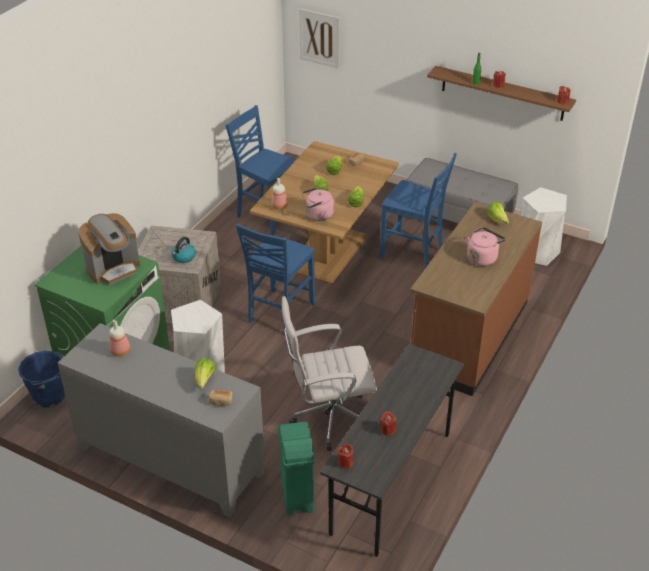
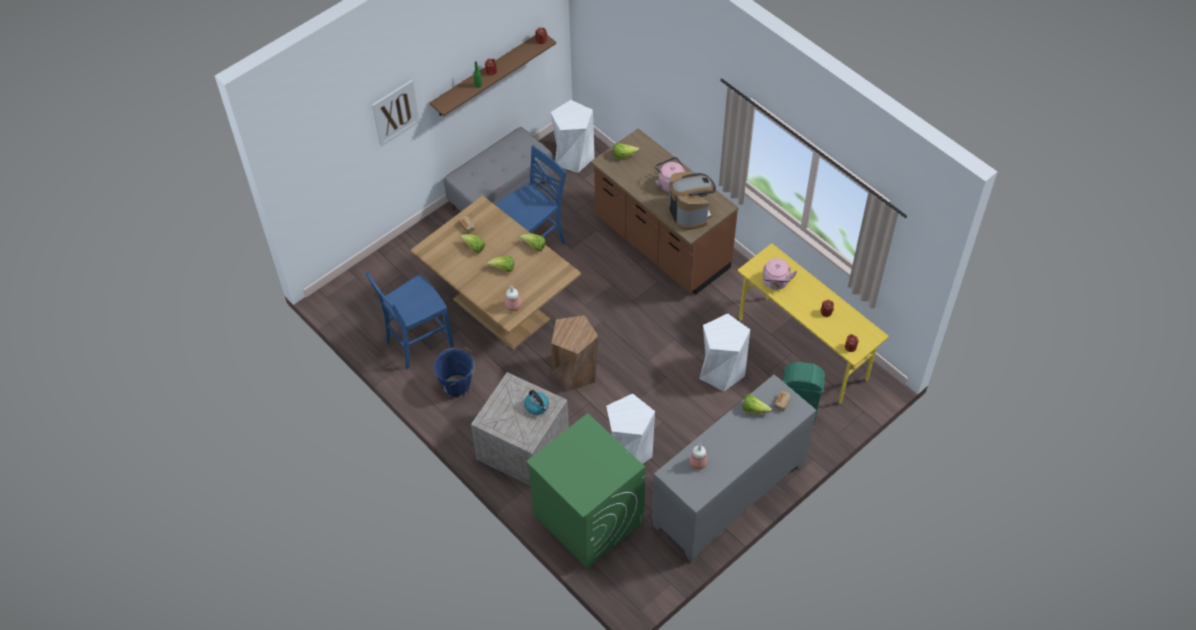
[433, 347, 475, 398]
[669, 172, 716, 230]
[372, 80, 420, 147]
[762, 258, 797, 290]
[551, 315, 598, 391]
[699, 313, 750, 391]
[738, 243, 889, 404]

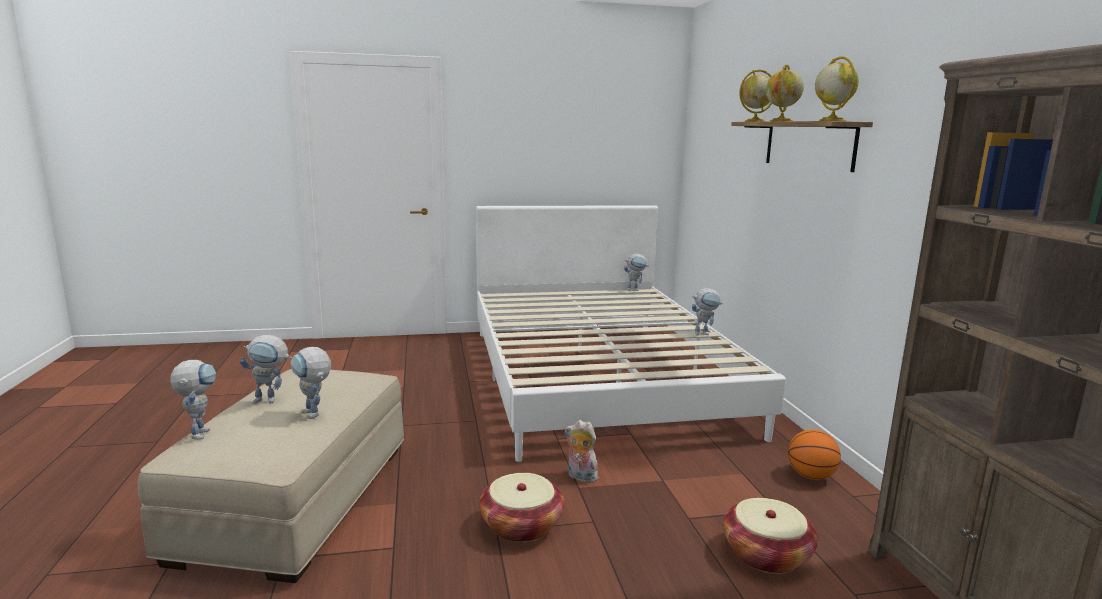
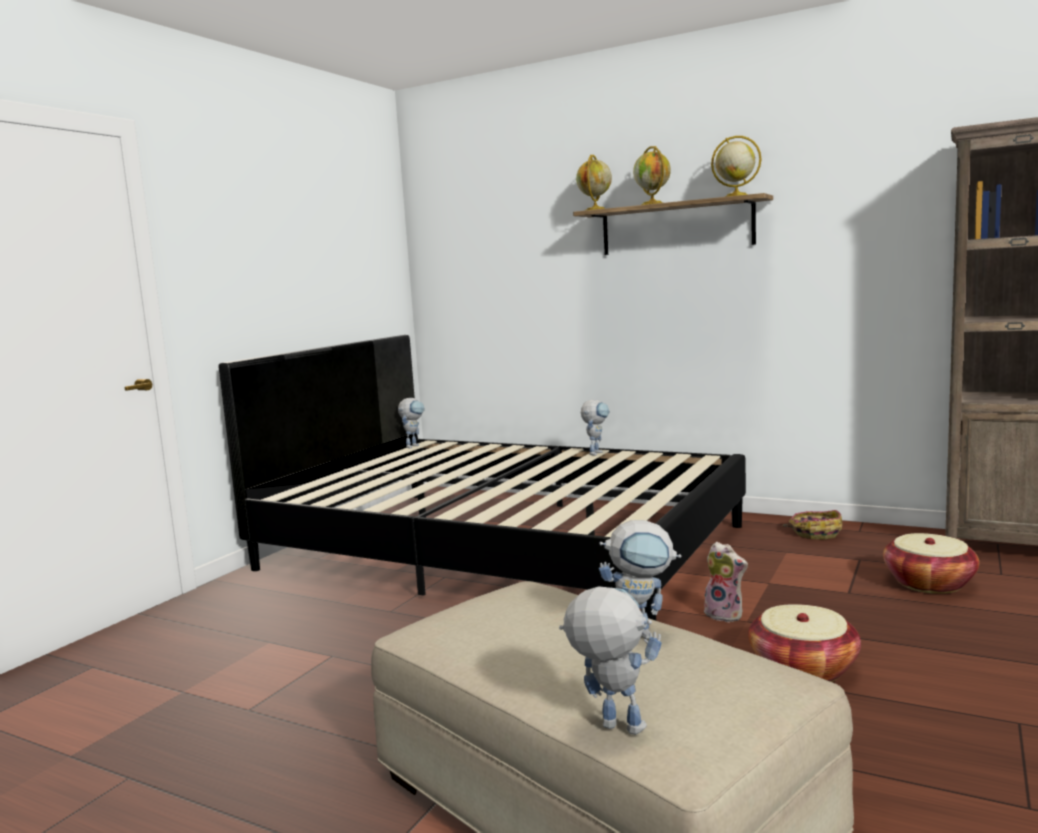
[240, 335, 292, 403] (first image)
[783, 510, 842, 540]
[219, 335, 746, 621]
[704, 542, 748, 622]

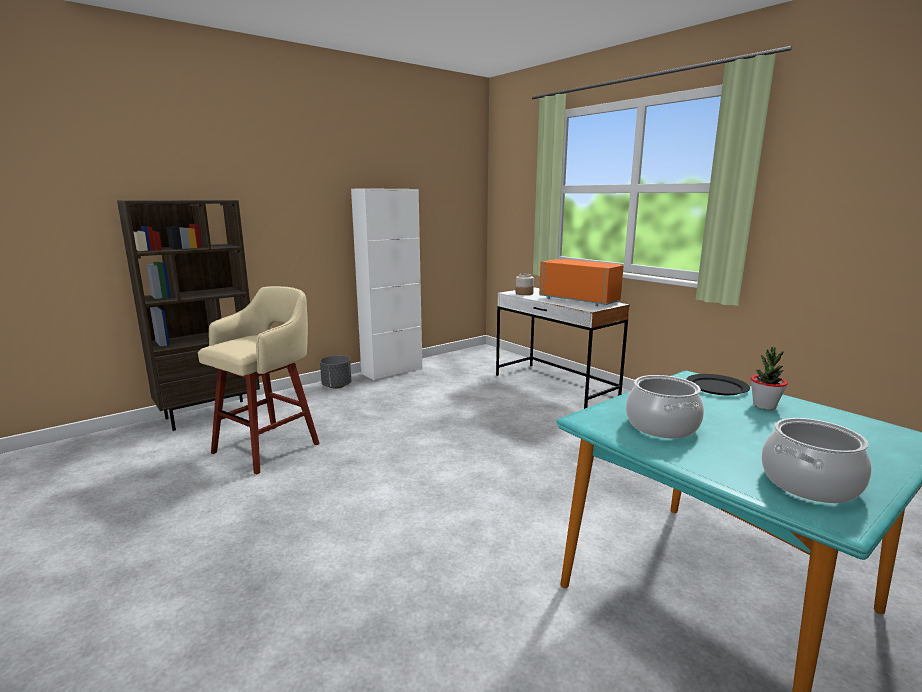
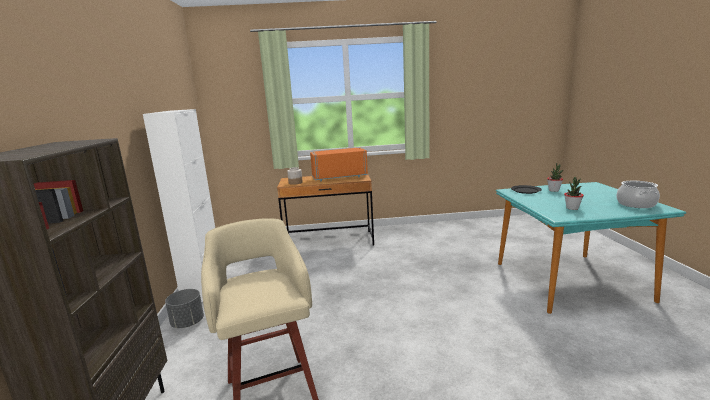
[564, 177, 584, 210]
[277, 175, 374, 246]

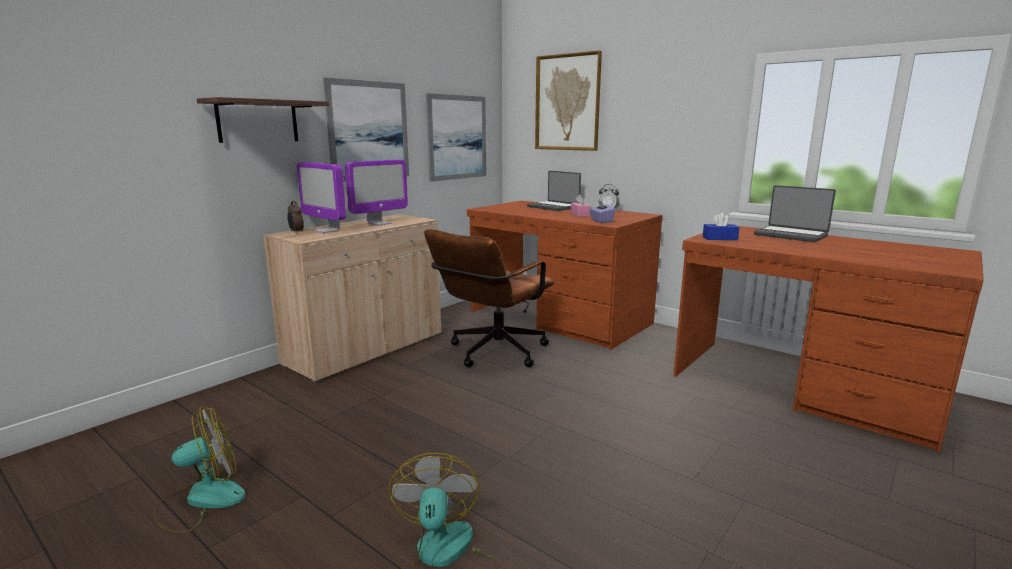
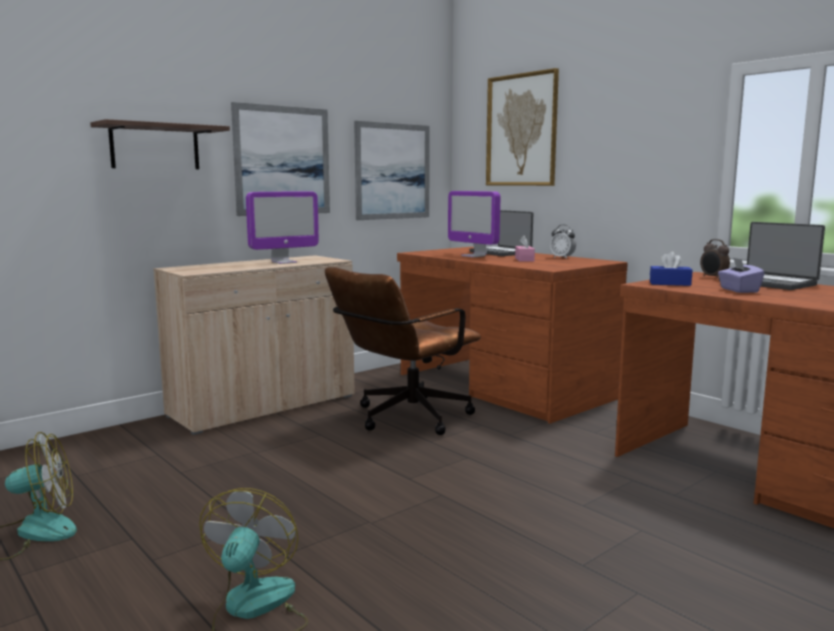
[700, 239, 730, 279]
[448, 191, 500, 257]
[718, 257, 765, 293]

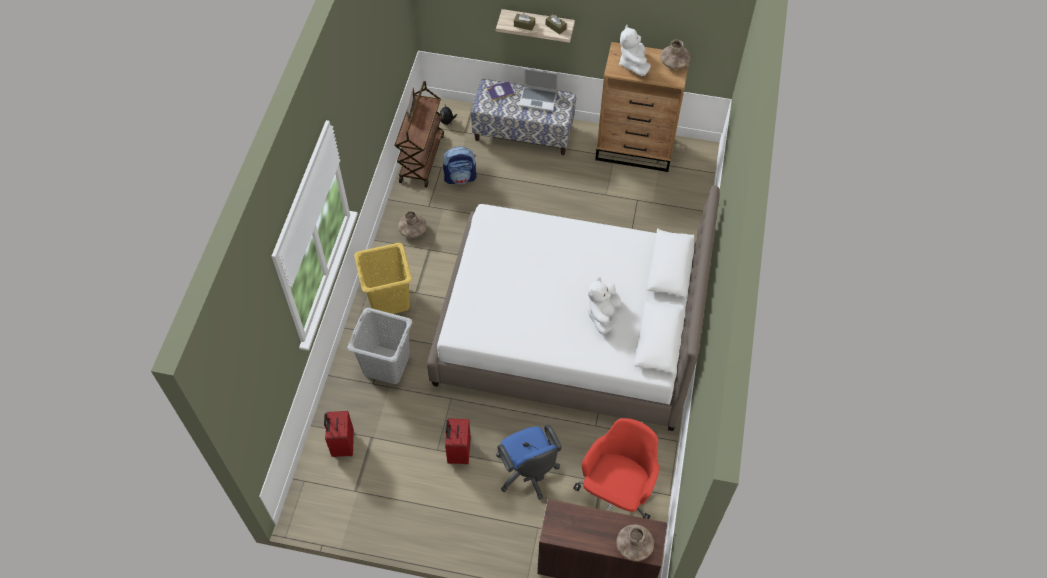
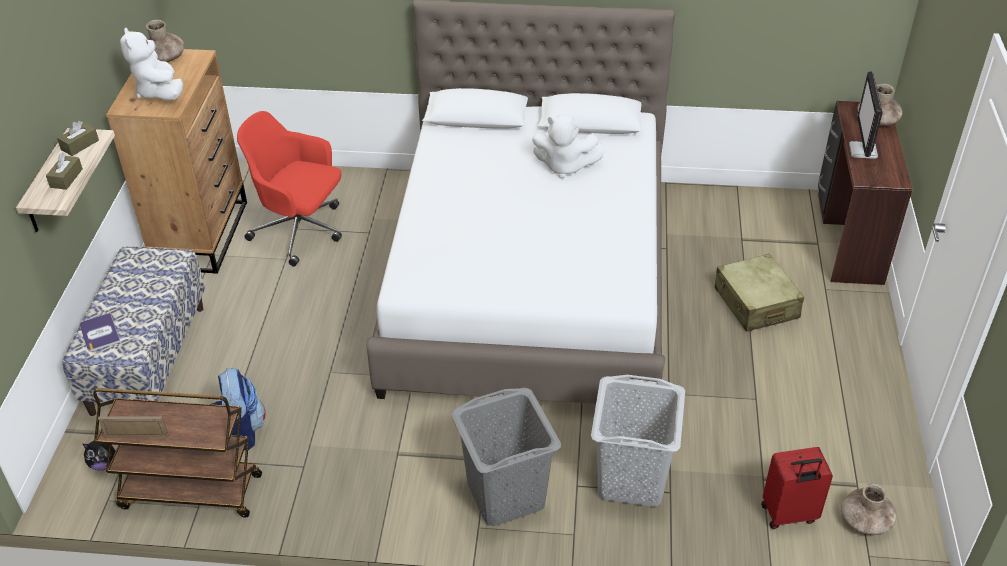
[445, 418, 471, 464] (first image)
[519, 68, 558, 111] (first image)
[849, 72, 882, 159]
[841, 484, 896, 535]
[237, 111, 342, 267]
[715, 254, 804, 332]
[451, 388, 561, 526]
[120, 28, 183, 101]

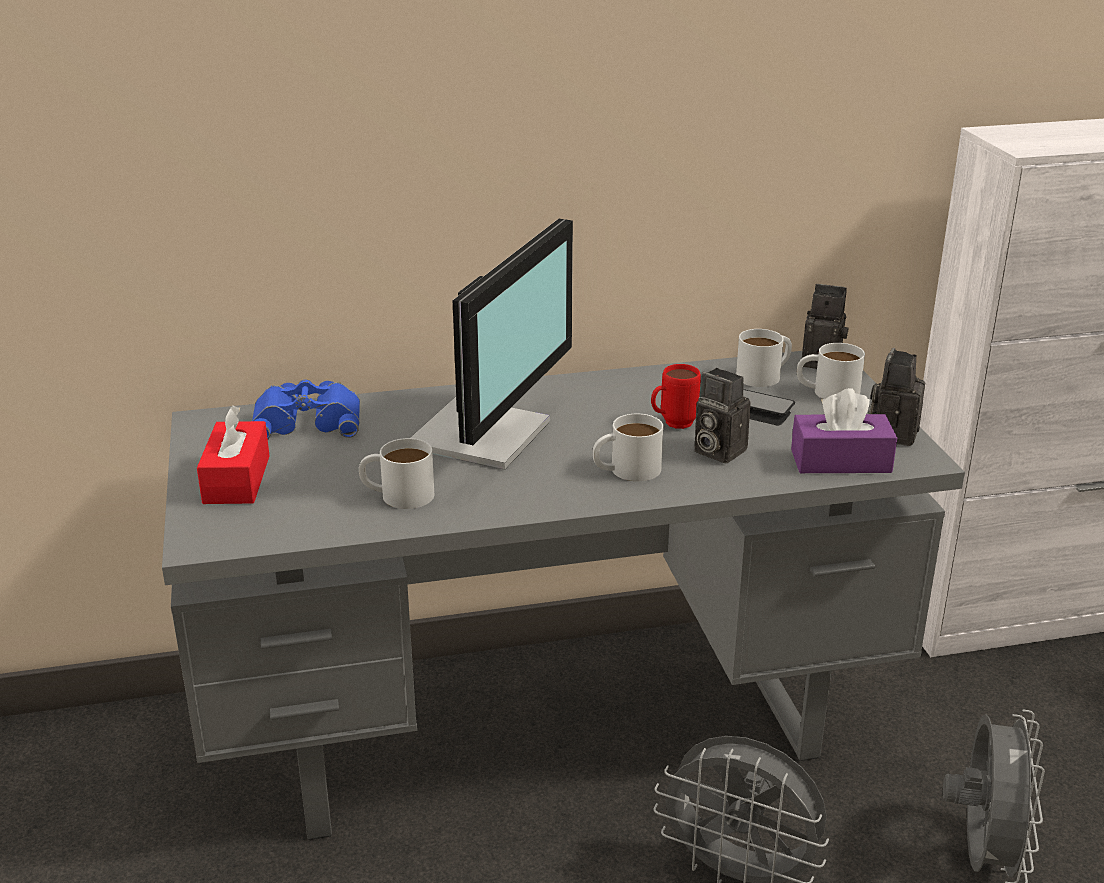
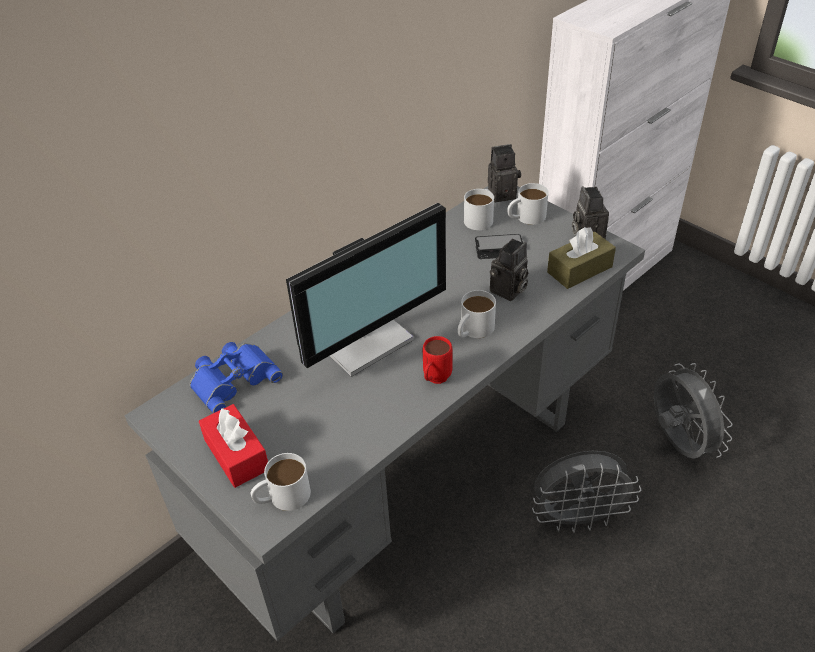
[251, 453, 311, 511]
[423, 336, 453, 384]
[547, 227, 616, 289]
[286, 203, 446, 377]
[490, 239, 528, 301]

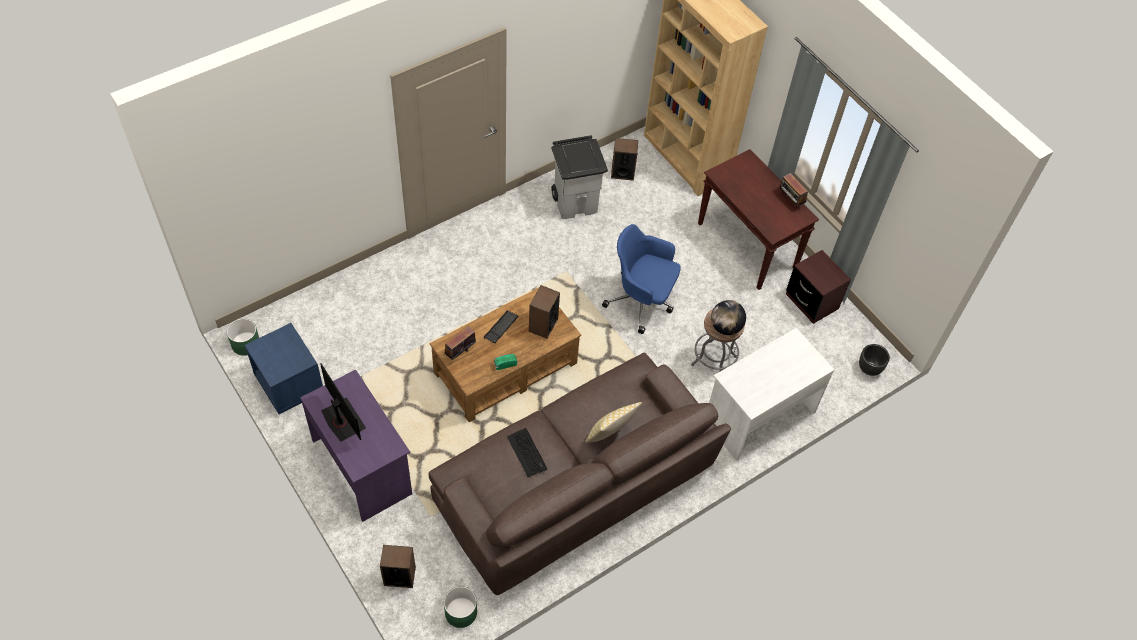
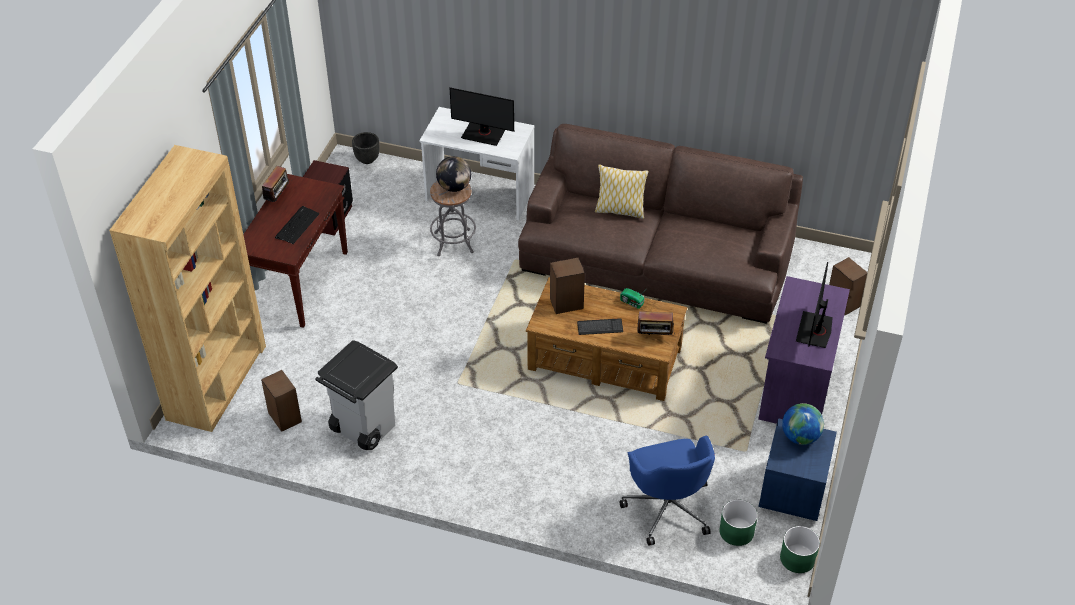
[450, 87, 514, 146]
[782, 403, 824, 445]
[719, 500, 758, 546]
[275, 206, 320, 244]
[620, 436, 715, 546]

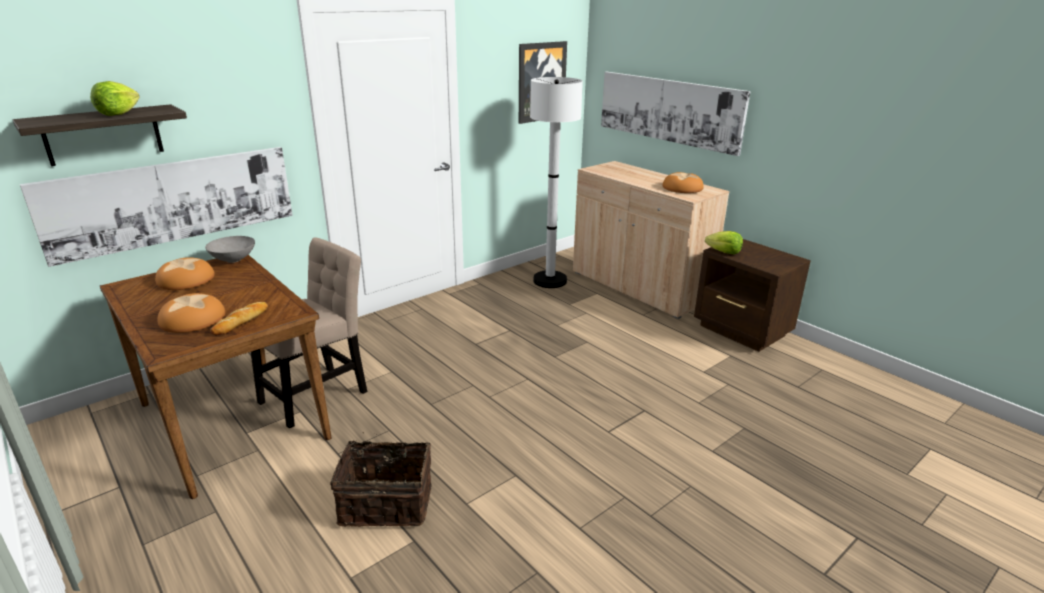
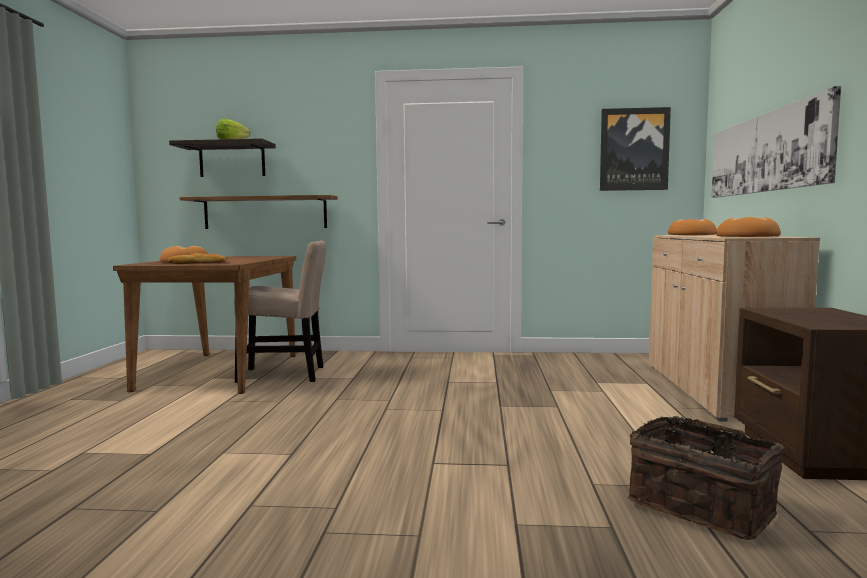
[205, 236, 255, 263] (first image)
[530, 77, 583, 288] (first image)
[705, 231, 743, 254] (first image)
[668, 219, 717, 235]
[627, 416, 785, 540]
[180, 195, 338, 229]

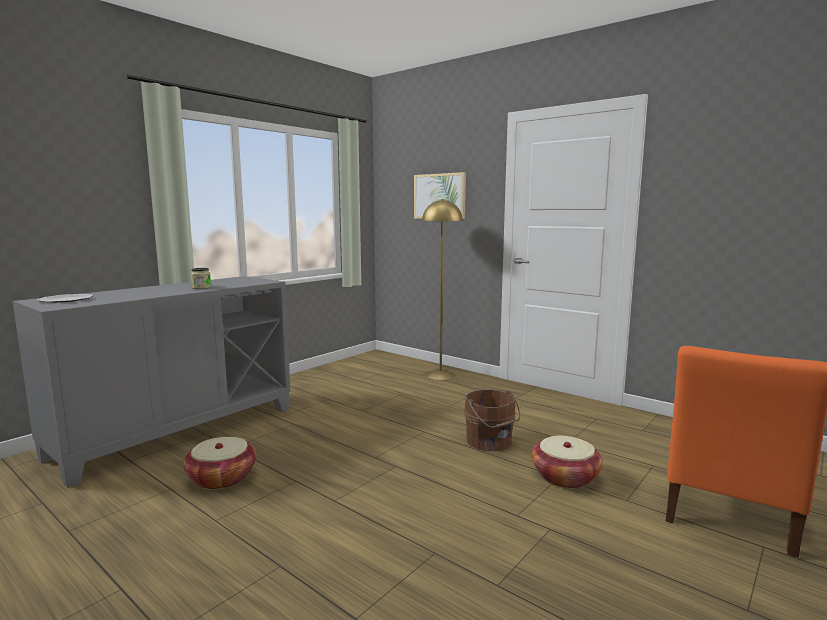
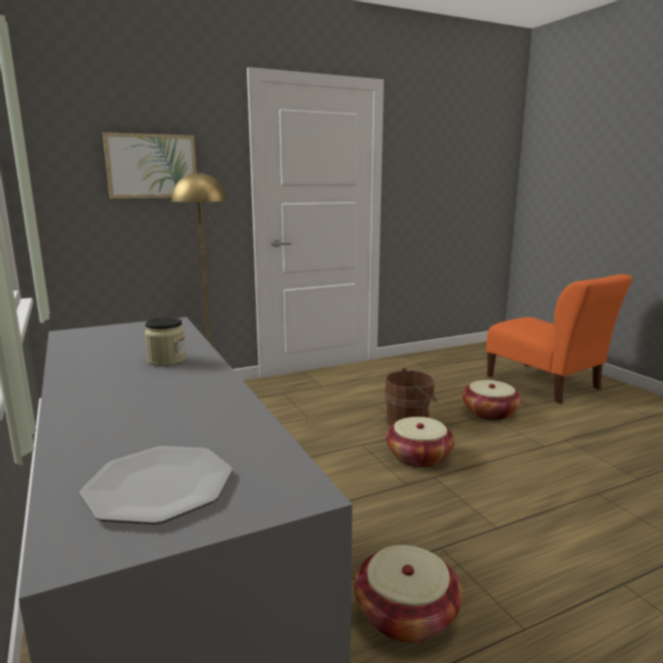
[386, 417, 455, 468]

